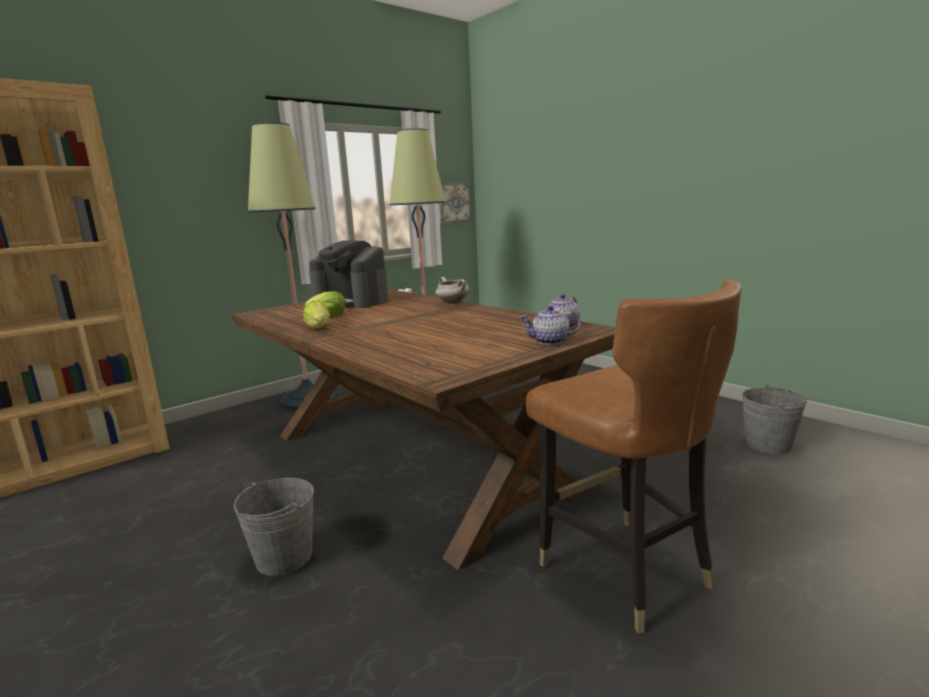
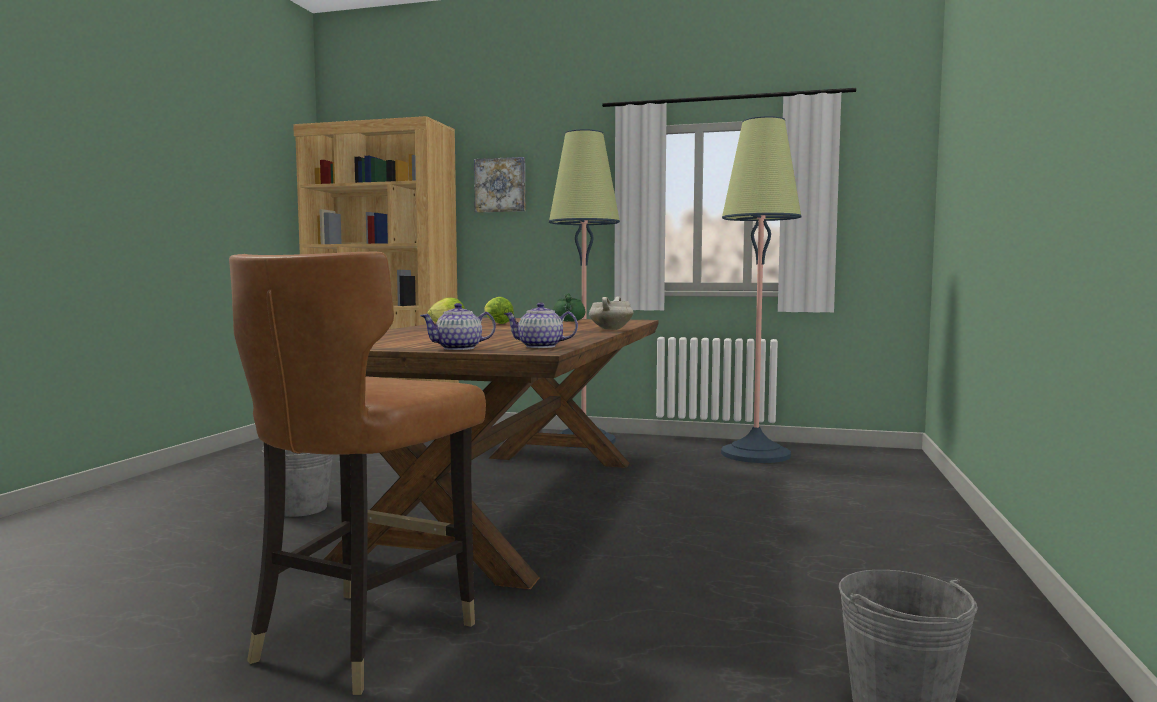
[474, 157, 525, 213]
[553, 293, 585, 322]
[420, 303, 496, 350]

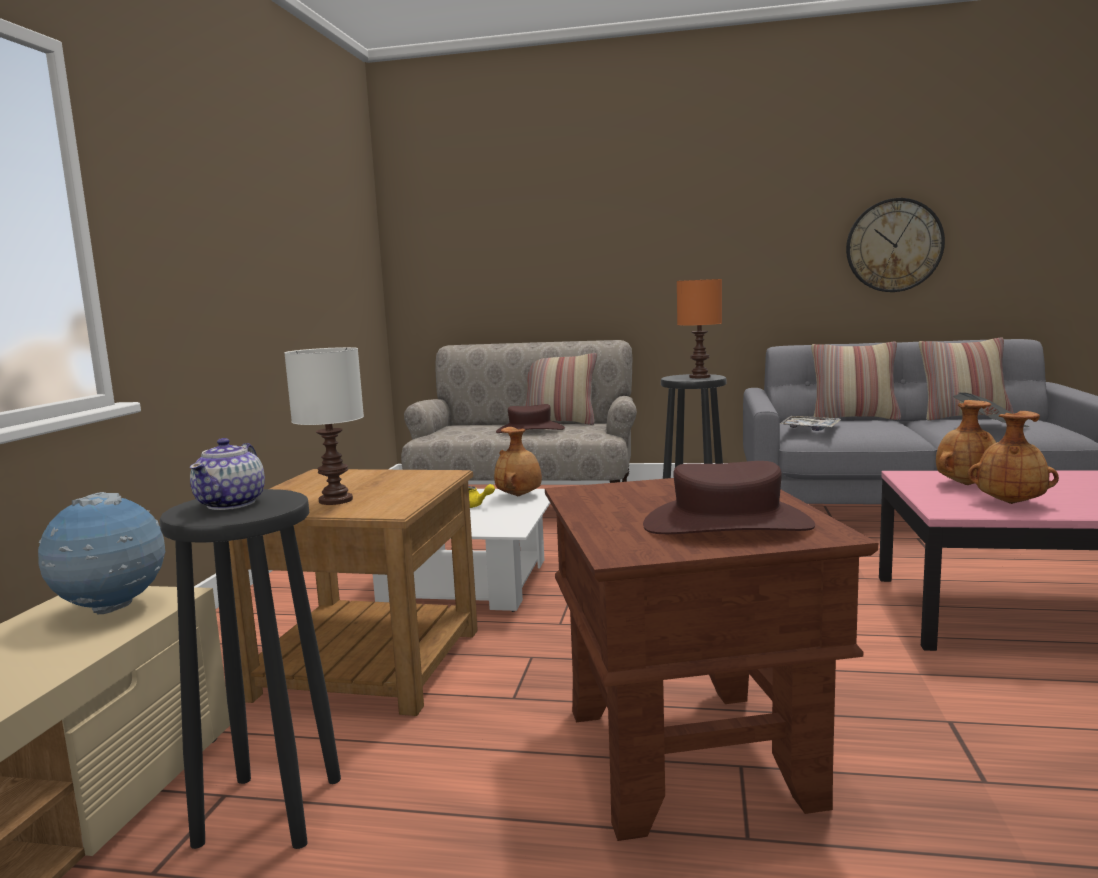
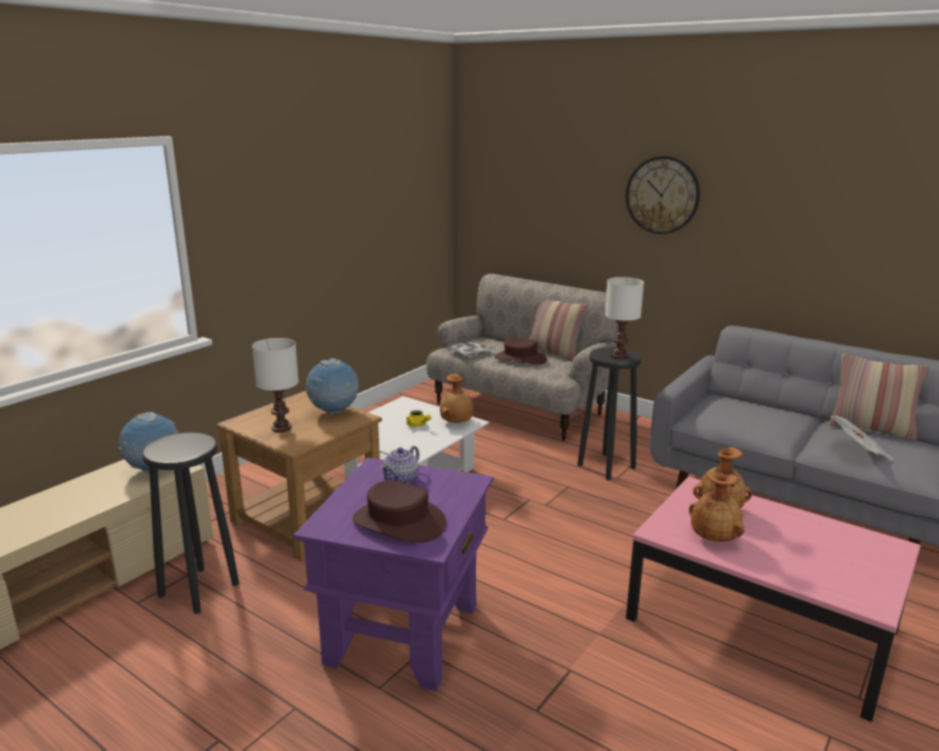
[811, 342, 901, 420] (first image)
[306, 358, 359, 413]
[381, 446, 420, 484]
[447, 340, 493, 355]
[626, 156, 700, 234]
[293, 457, 493, 691]
[605, 277, 644, 359]

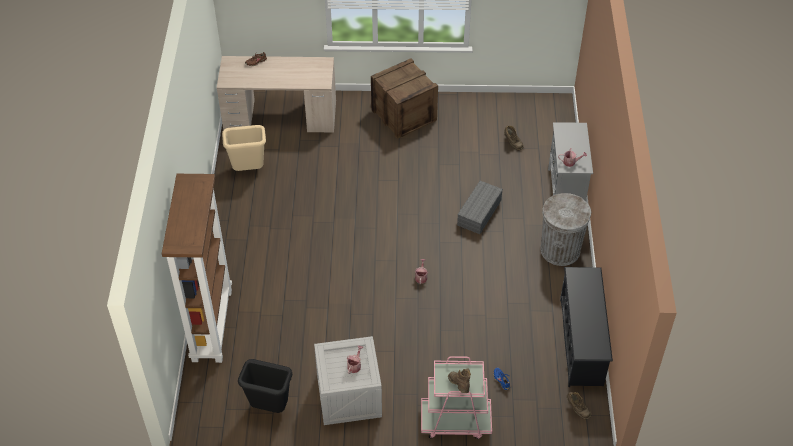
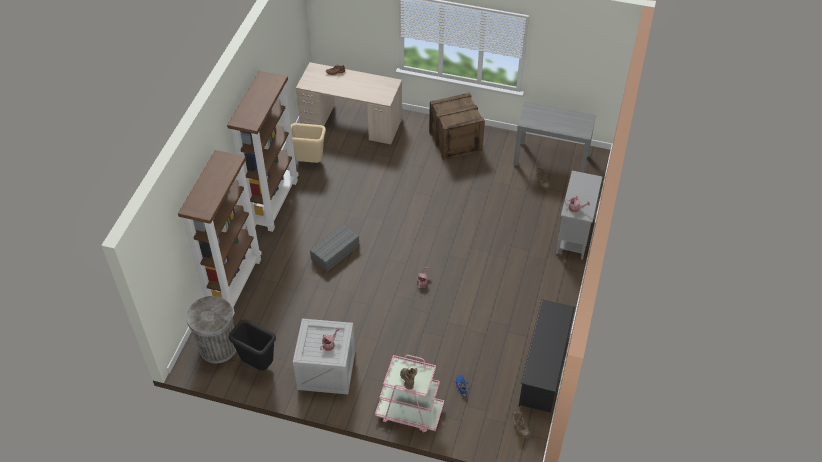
[227, 71, 299, 232]
[513, 102, 596, 173]
[310, 224, 359, 271]
[186, 296, 236, 364]

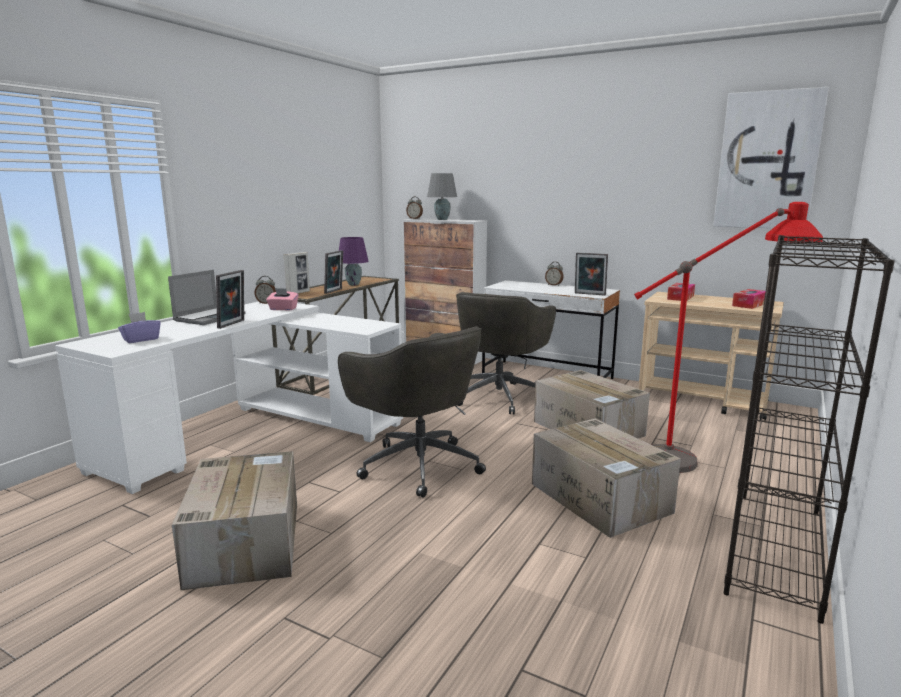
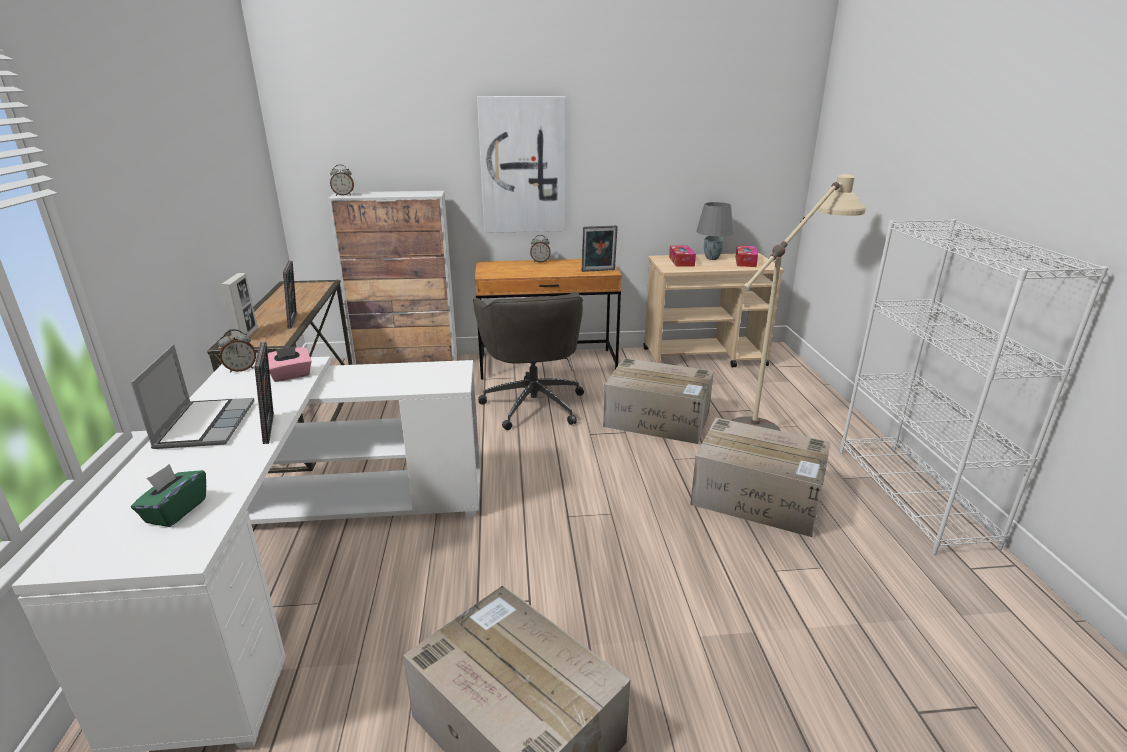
[338, 327, 486, 498] (first image)
[339, 237, 368, 285] (first image)
[696, 202, 733, 260]
[477, 96, 566, 233]
[131, 464, 206, 527]
[475, 259, 622, 380]
[731, 174, 866, 431]
[840, 219, 1108, 555]

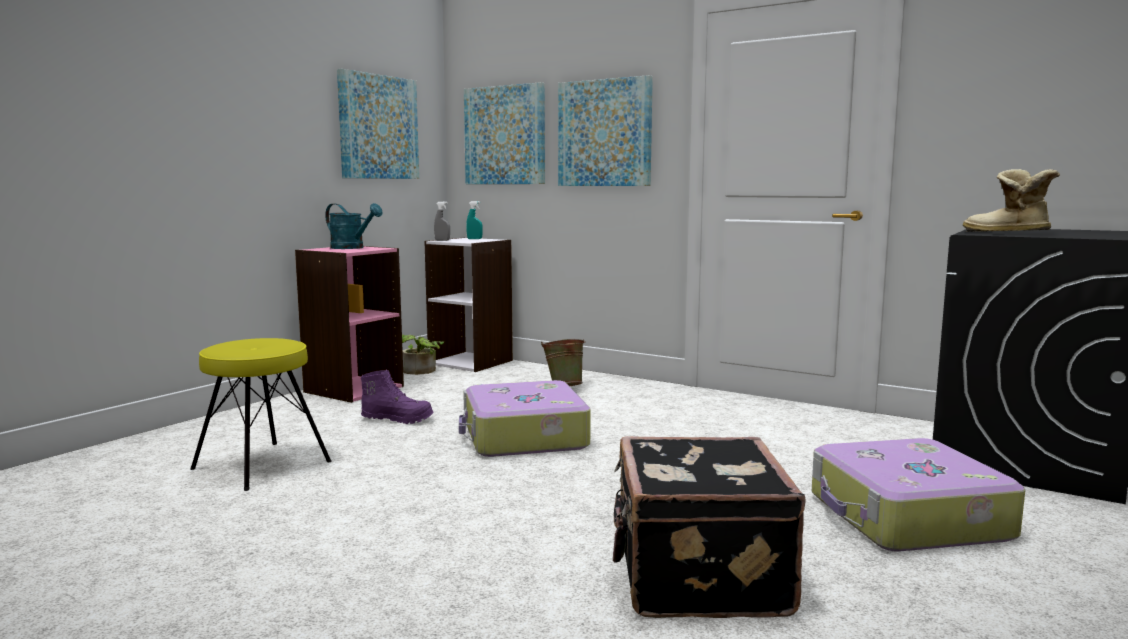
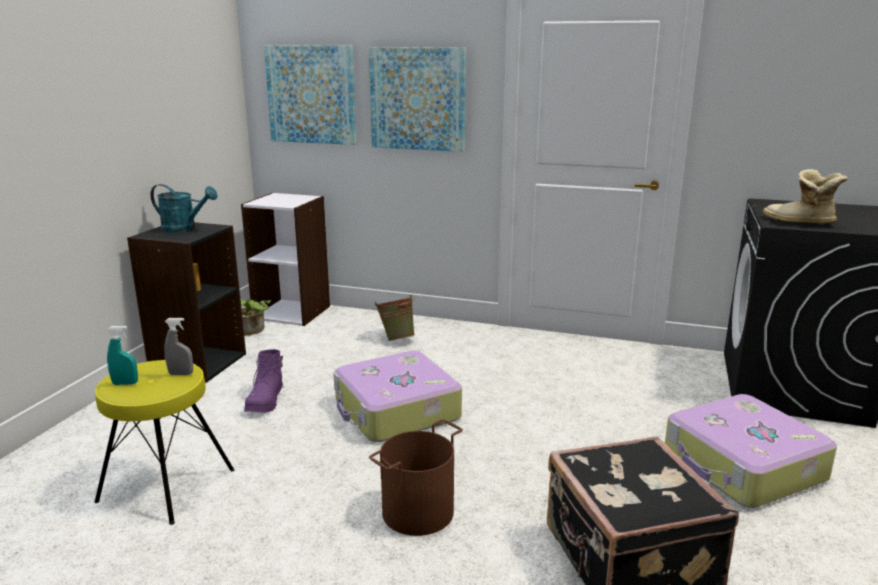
[337, 69, 419, 179] (first image)
[369, 419, 463, 536]
[164, 318, 193, 375]
[107, 326, 138, 385]
[127, 222, 246, 383]
[244, 349, 284, 413]

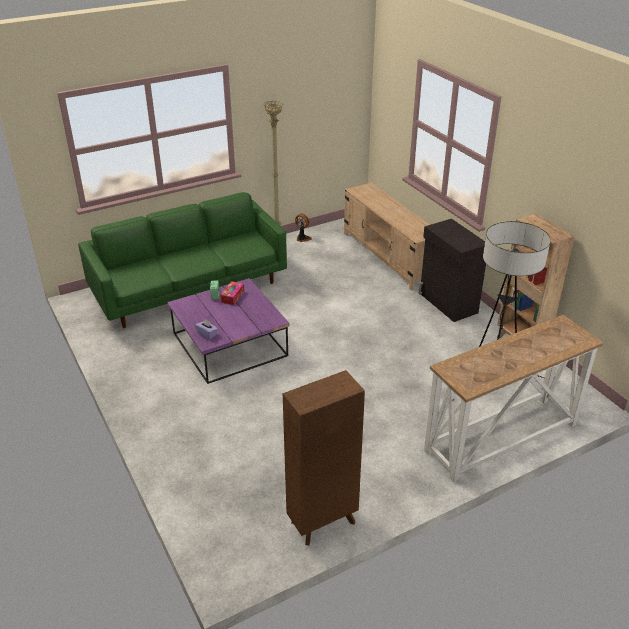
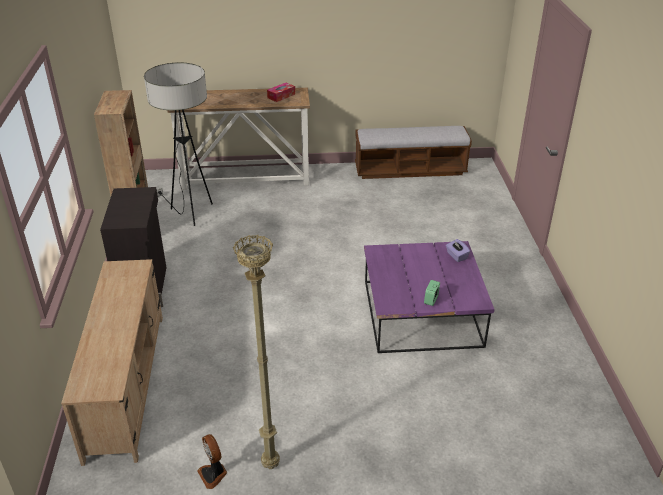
[78, 192, 287, 328] (first image)
[267, 83, 295, 102]
[355, 126, 472, 179]

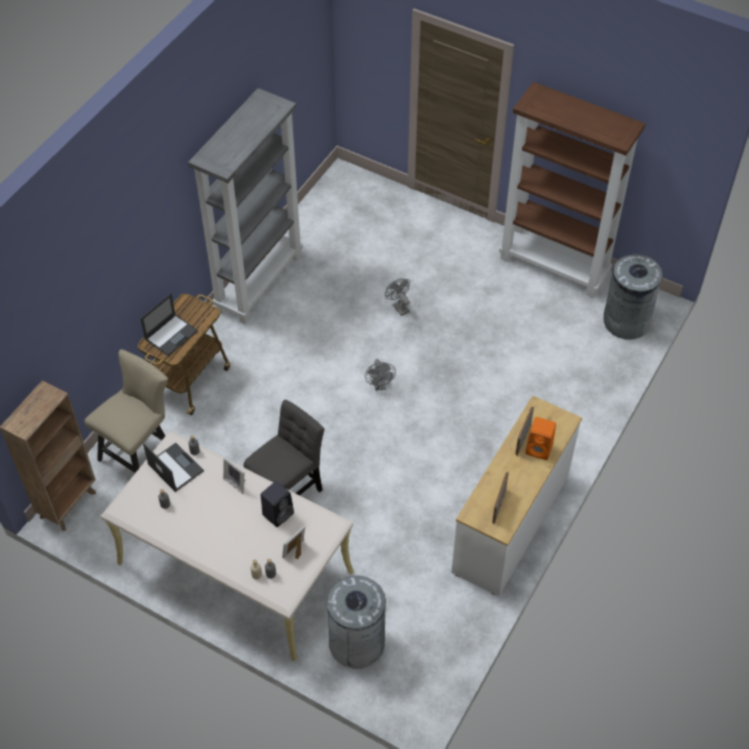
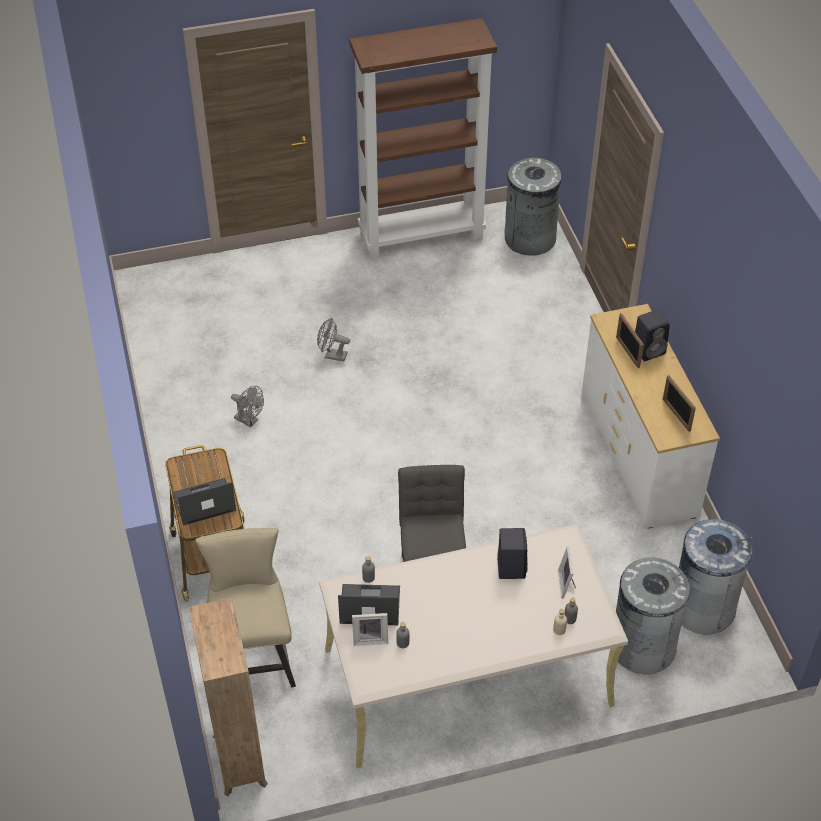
[188, 88, 303, 324] (first image)
[679, 519, 753, 634]
[352, 613, 388, 646]
[231, 386, 264, 428]
[635, 310, 670, 361]
[173, 478, 236, 525]

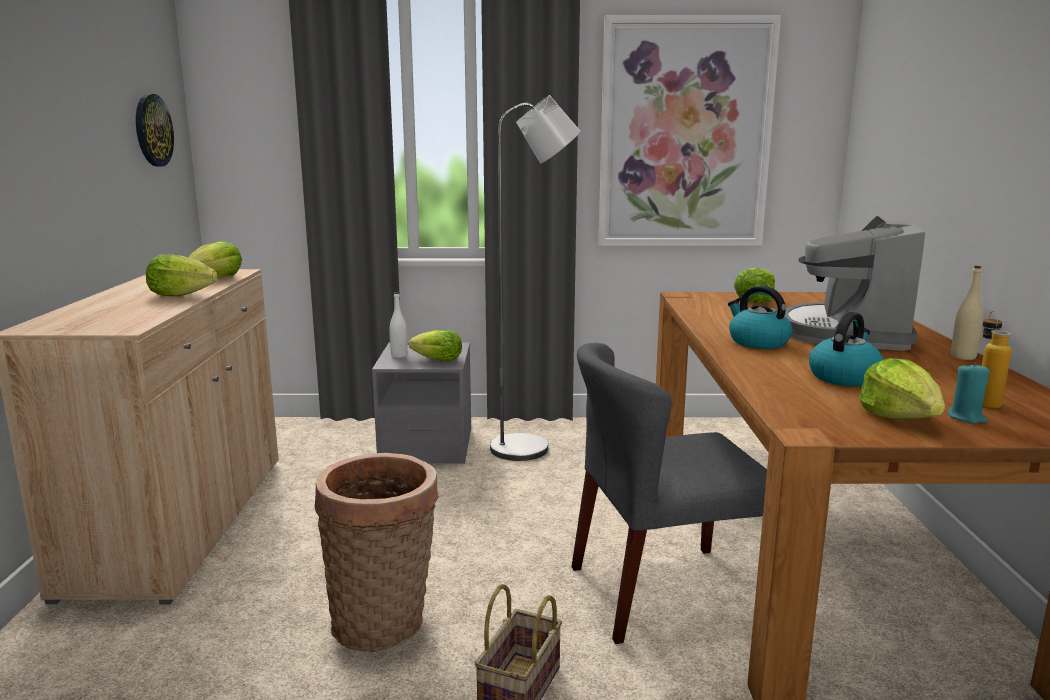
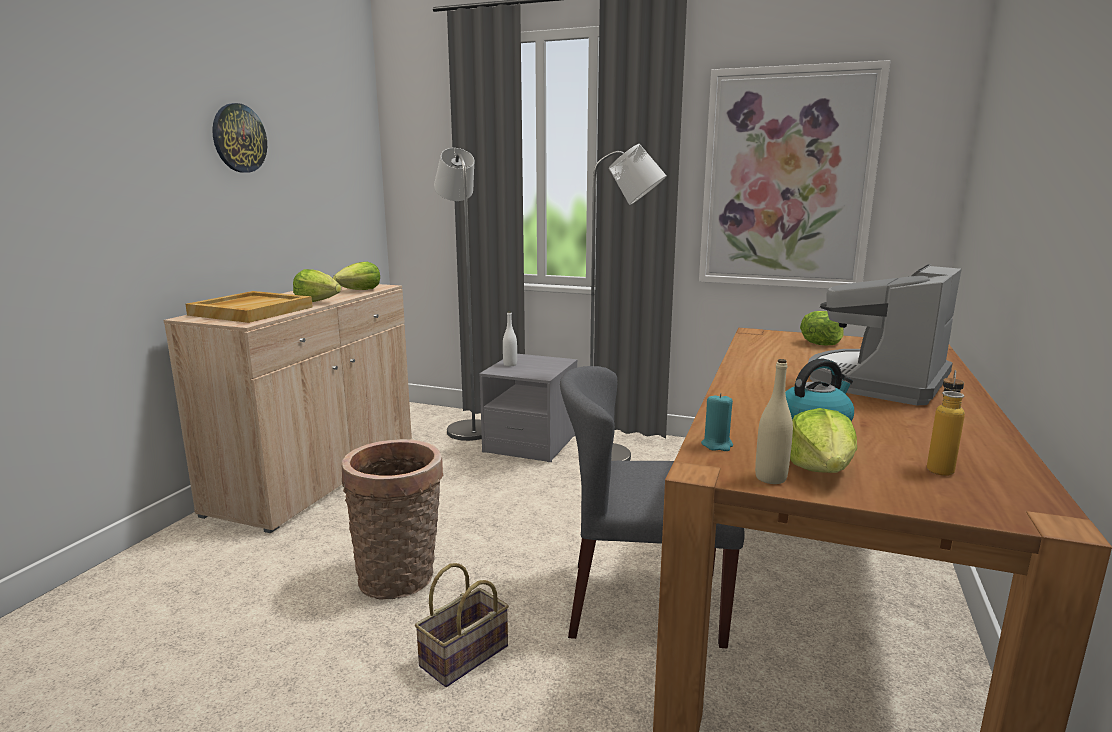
[409, 330, 462, 362] (first image)
[728, 286, 792, 349] (first image)
[185, 291, 313, 323]
[434, 148, 482, 441]
[212, 103, 267, 173]
[701, 393, 733, 451]
[755, 359, 793, 484]

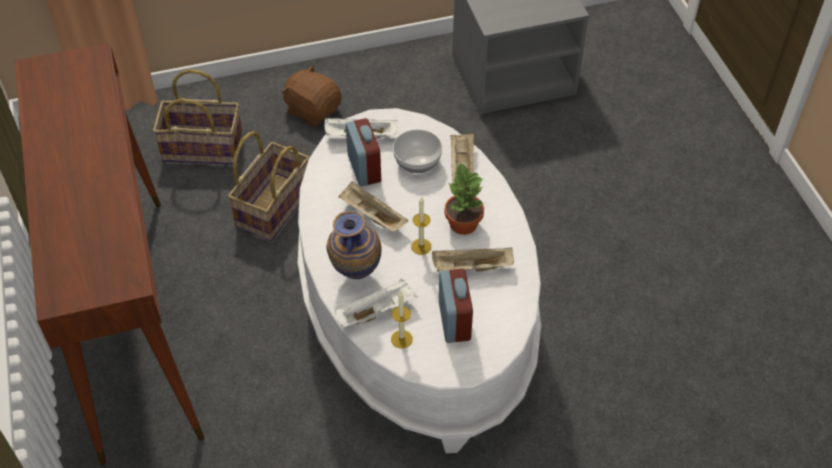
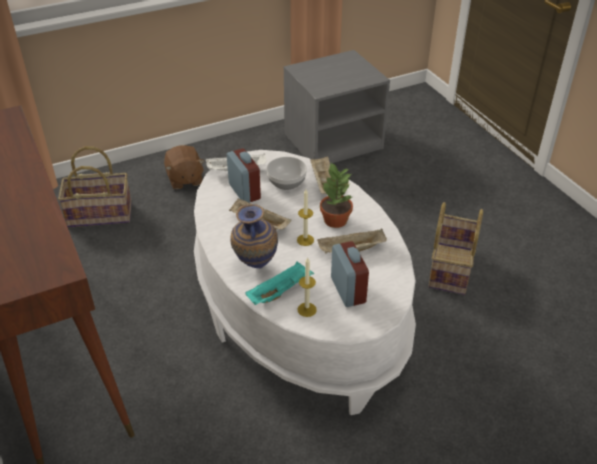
[428, 202, 483, 295]
[246, 261, 314, 305]
[164, 145, 204, 189]

